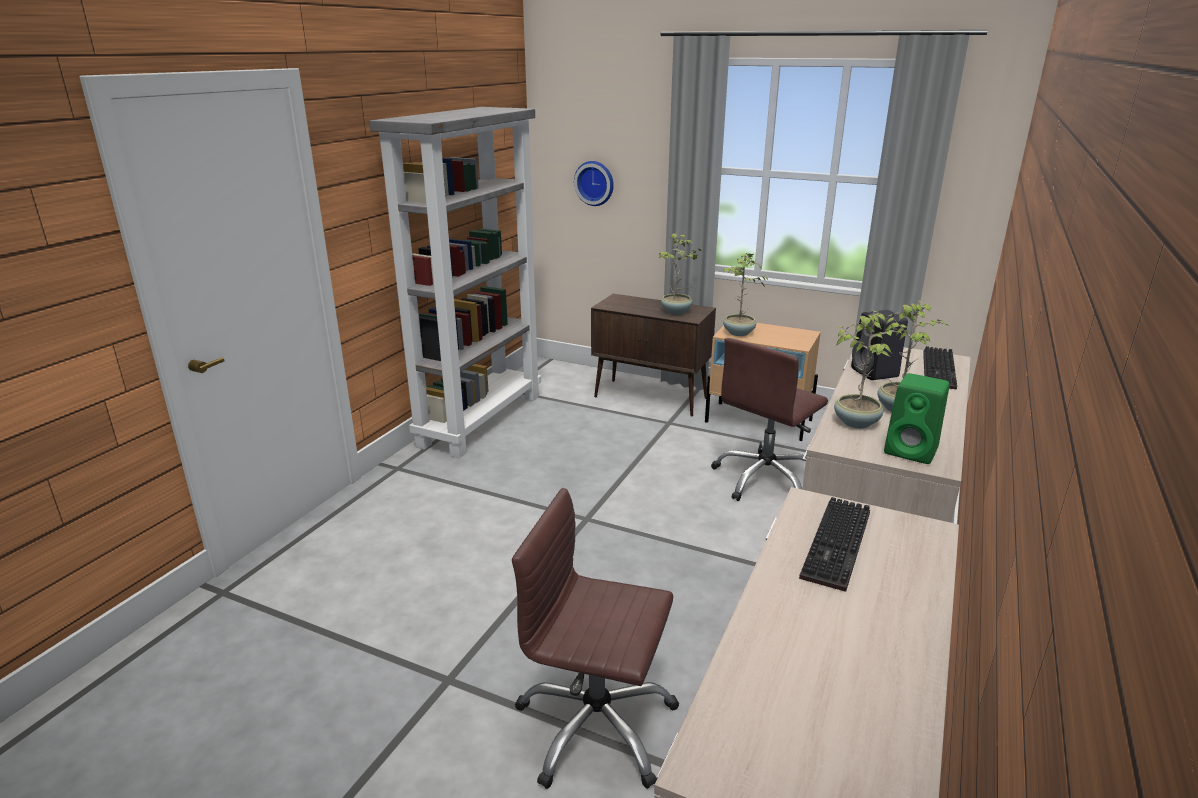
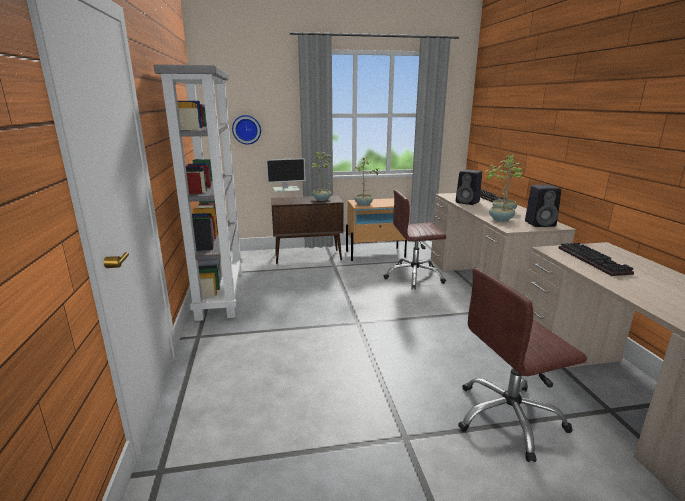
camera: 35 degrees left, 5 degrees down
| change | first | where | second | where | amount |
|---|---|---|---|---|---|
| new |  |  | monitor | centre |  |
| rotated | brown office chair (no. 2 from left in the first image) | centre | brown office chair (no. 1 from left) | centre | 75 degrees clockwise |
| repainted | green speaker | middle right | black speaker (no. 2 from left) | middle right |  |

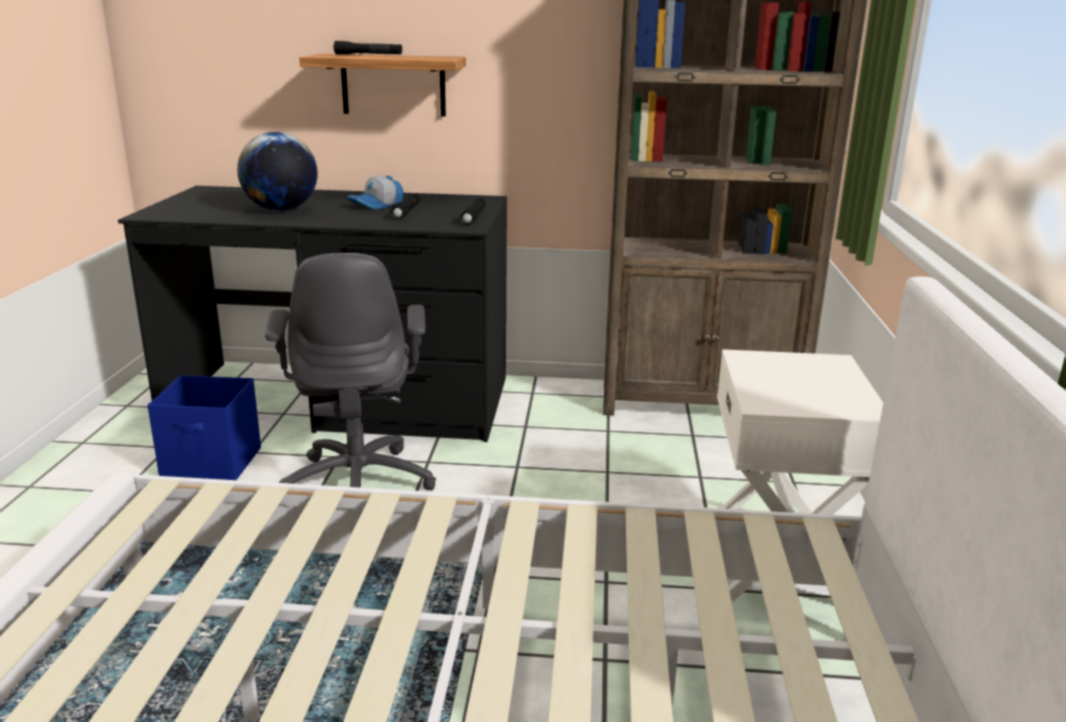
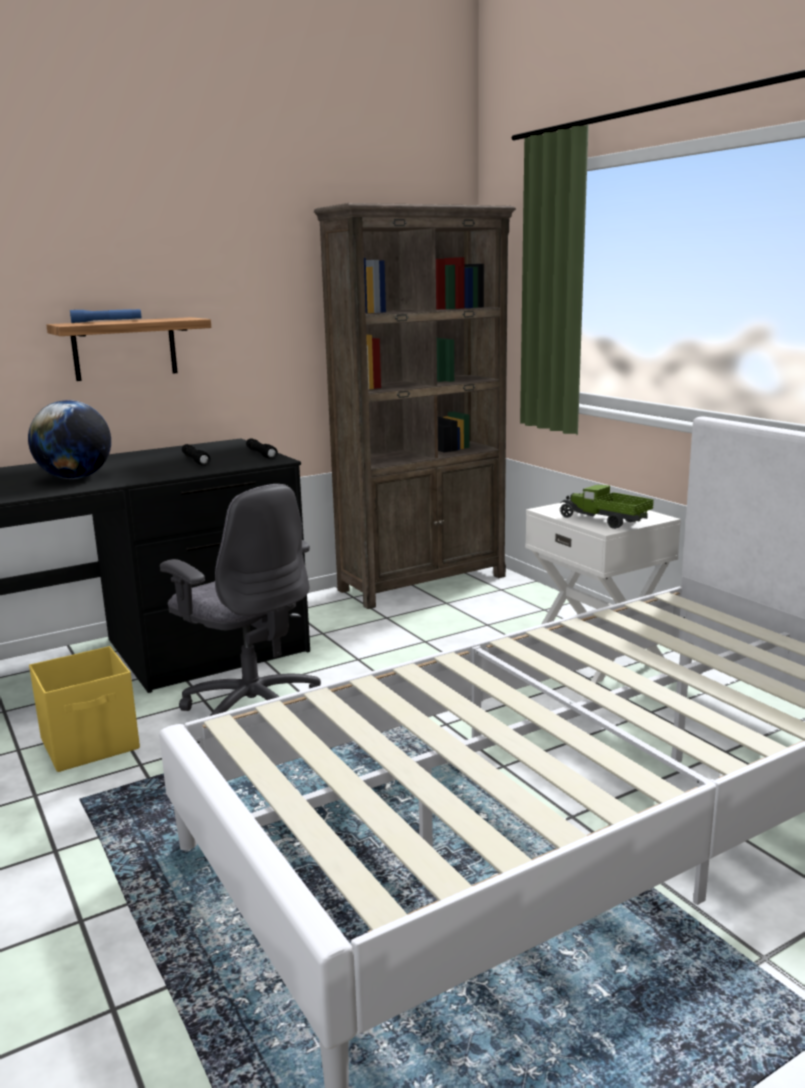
camera: 35 degrees left, 5 degrees down
| change | first | where | second | where | amount |
|---|---|---|---|---|---|
| repainted | blue storage box | middle left | yellow storage box | middle left |  |
| repainted | black flashlight (no. 1 from left) | top centre | blue flashlight | top left |  |
| new |  |  | toy truck | middle right |  |
| gone | cap | top centre |  |  |  |

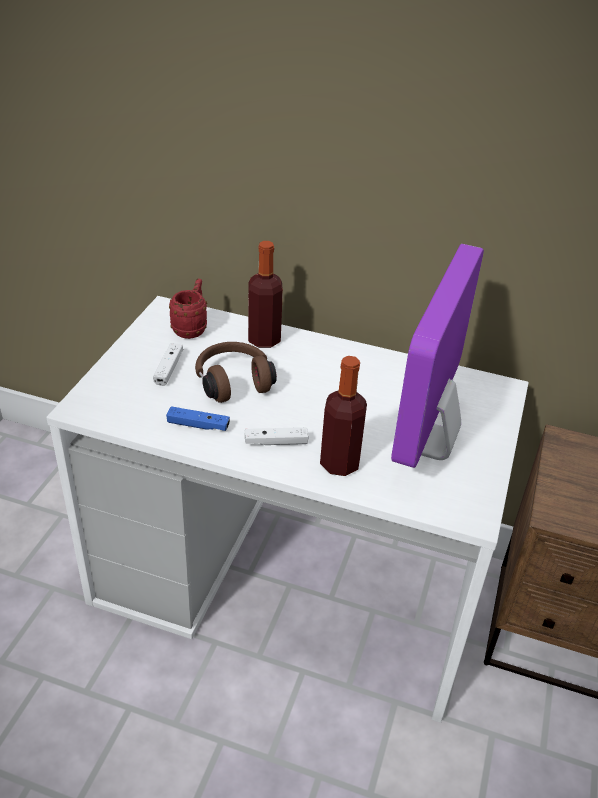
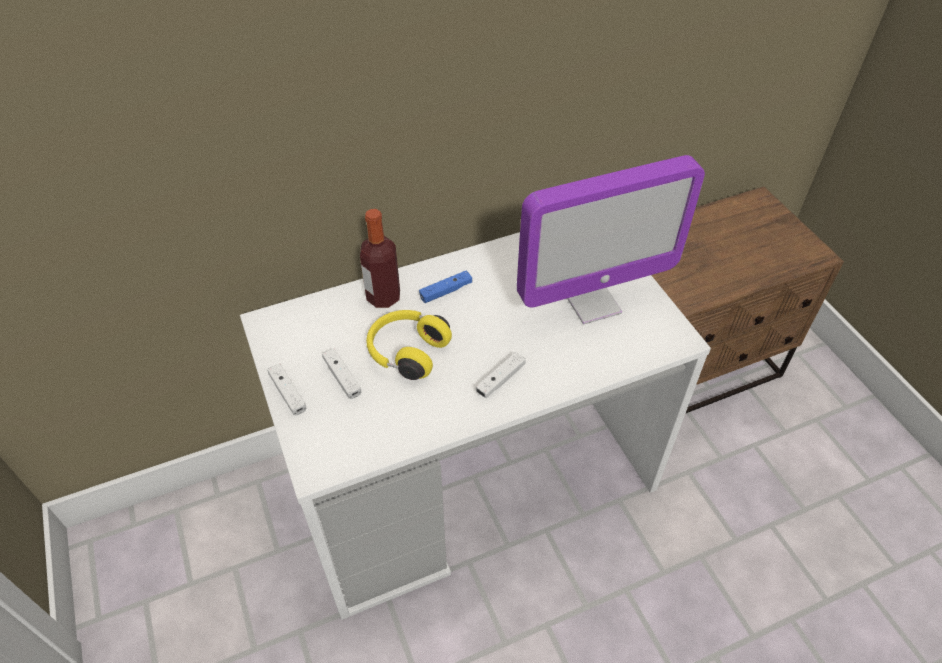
camera: 40 degrees left, 10 degrees up
| change | first | where | second | where | amount |
|---|---|---|---|---|---|
| new |  |  | white game controller (no. 1 from left) | middle left |  |
| repainted | brown headphones | centre | yellow headphones | centre |  |
| shifted | blue game controller | middle left |  | centre |  |
| rotated | monitor | middle right |  | centre | 90 degrees counterclockwise |
| gone | red mug | middle left |  |  |  |
| gone | bottle (no. 2 from left) | centre |  |  |  |

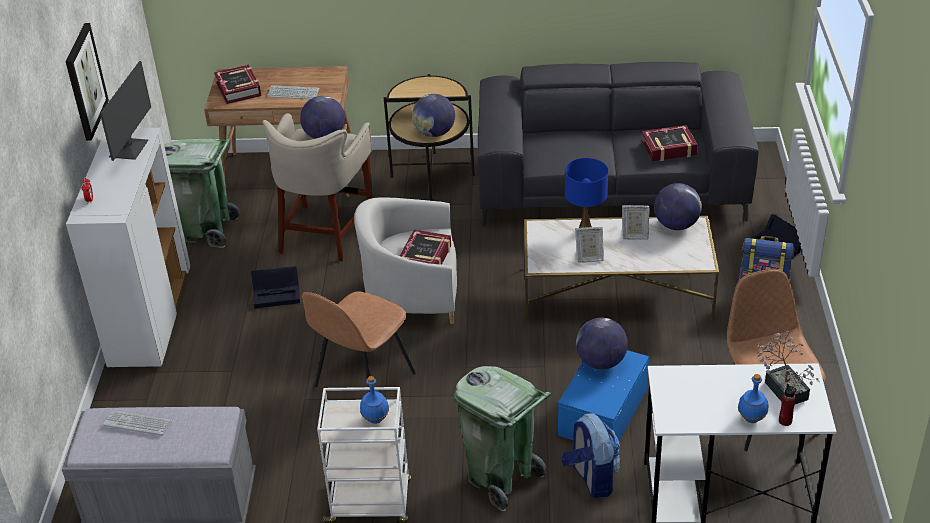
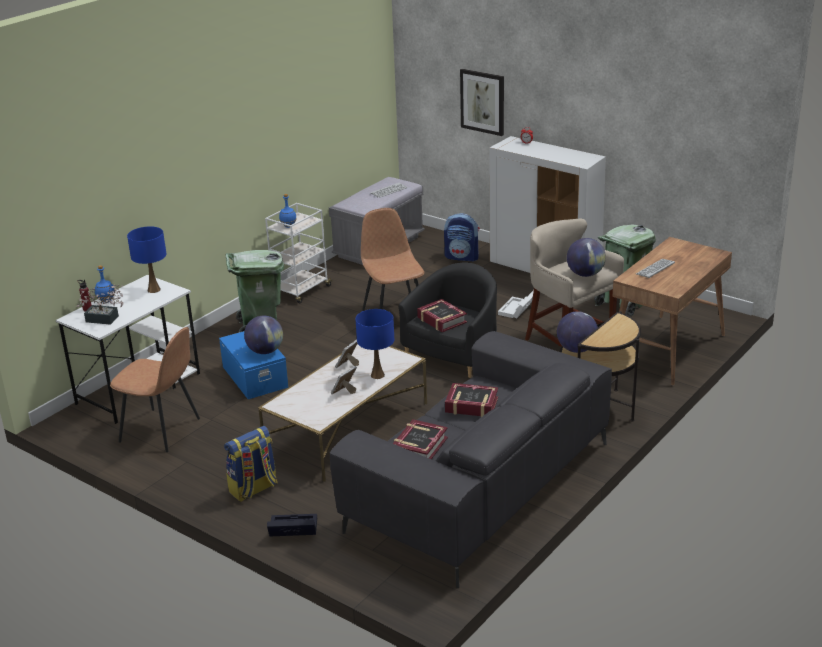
camera: 125 degrees right, 10 degrees down
| change | first | where | second | where | amount |
|---|---|---|---|---|---|
| new |  |  | blue table lamp (no. 1 from left) | middle left |  |
| repainted | white armchair | centre | black armchair | centre |  |
| shifted | backpack (no. 1 from left in the first image) | bottom centre | backpack (no. 2 from left) | centre |  |
| shifted | book (no. 1 from left in the first image) | top left | book (no. 3 from left) | centre |  |
| shifted | picture | top left |  | top centre |  |
| repainted | black storage box (no. 1 from left) | middle left | white storage box | centre |  |
| gone | monitor | top left |  |  |  |
| gone | globe (no. 4 from left) | middle right |  |  |  |

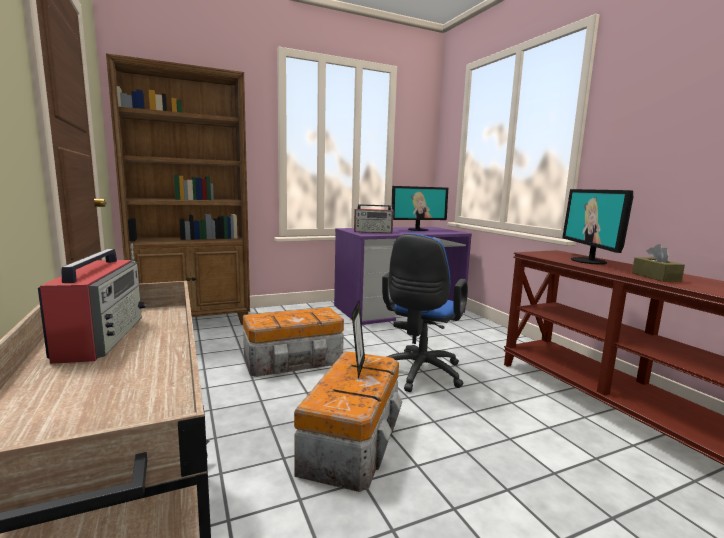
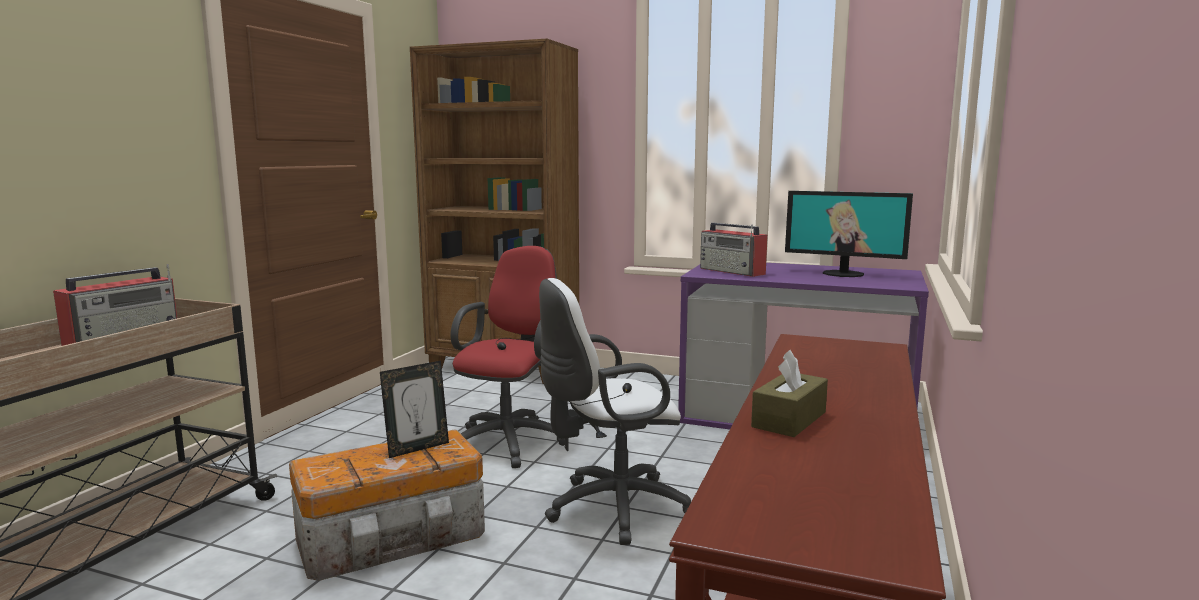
camera: 45 degrees right, 0 degrees up
| change | first | where | second | where | amount |
|---|---|---|---|---|---|
| swapped | storage box (no. 1 from left) | centre | red office chair | centre |  |
| repainted | blue office chair | centre | white office chair | bottom centre |  |
| gone | monitor (no. 2 from left) | middle right |  |  |  |

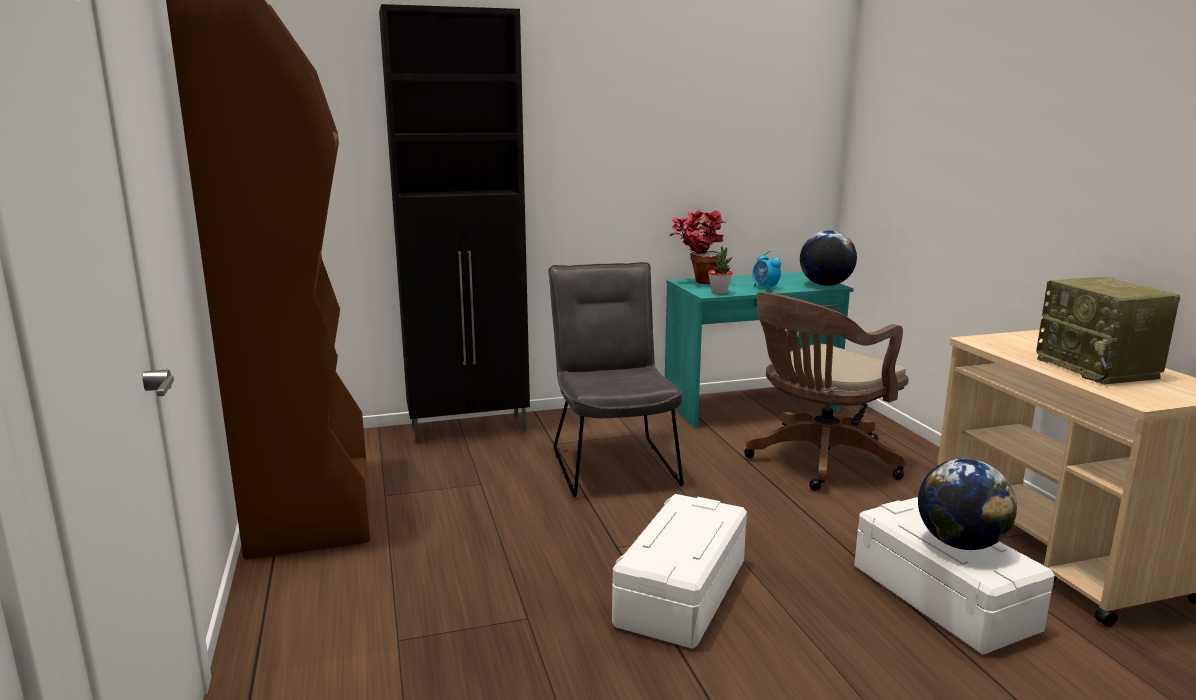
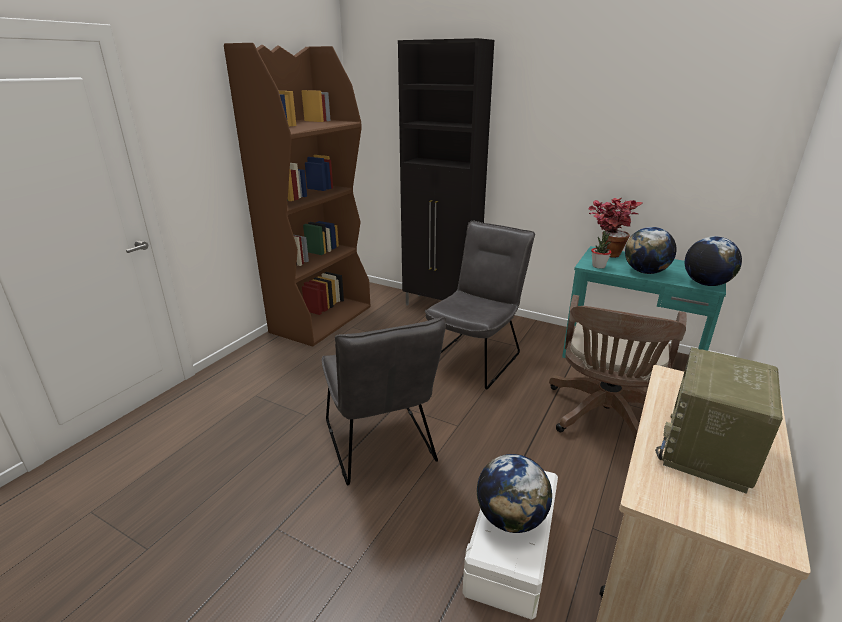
camera: 45 degrees right, 10 degrees up
| change | first | where | second | where | amount |
|---|---|---|---|---|---|
| swapped | white storage box (no. 1 from left) | bottom centre | grey chair (no. 1 from left) | centre |  |
| rotated | brown office chair | middle right |  | middle right | 75 degrees counterclockwise |
| swapped | alarm clock | centre | globe (no. 2 from left) | middle right |  |

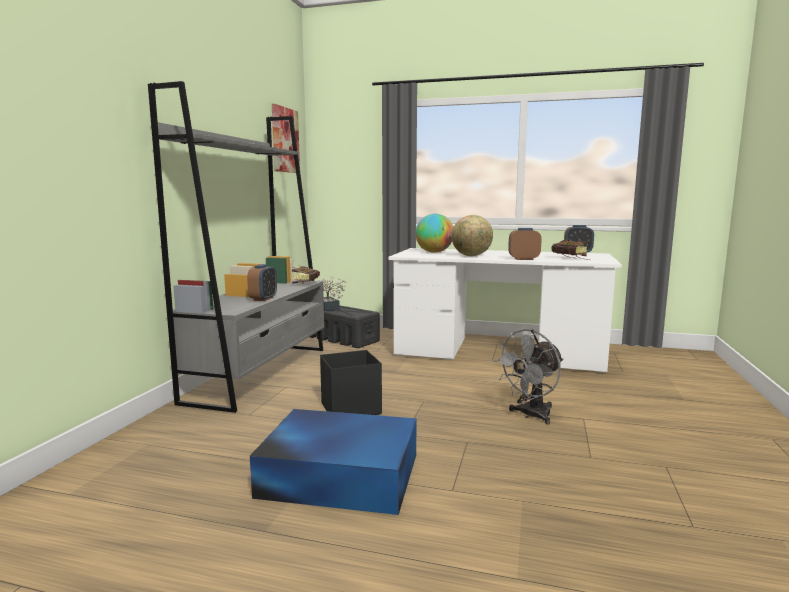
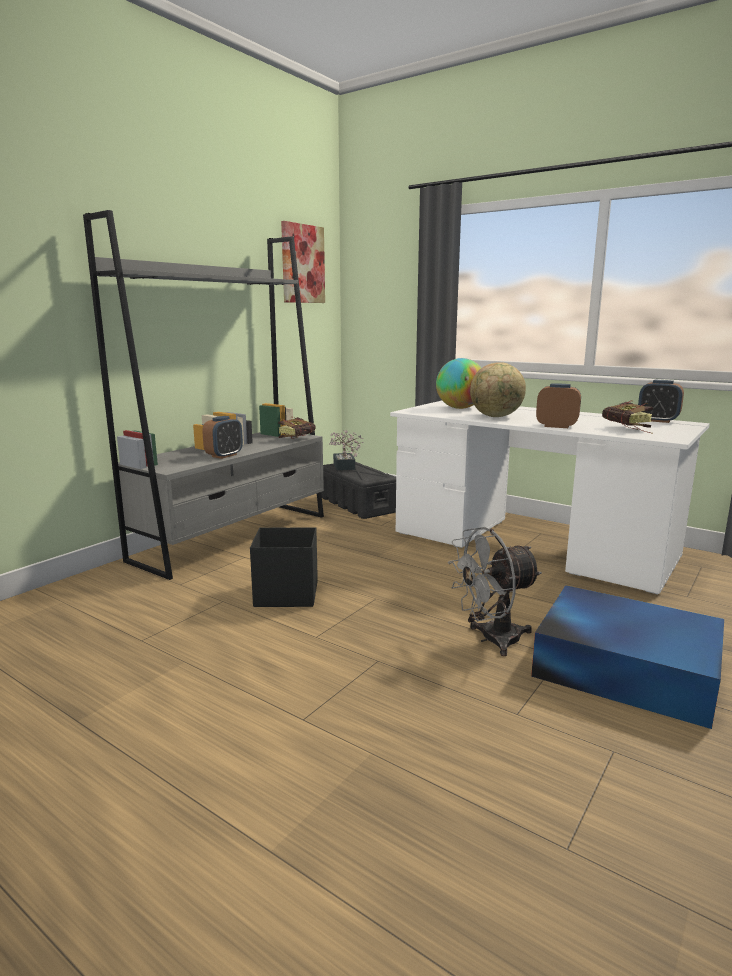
camera: 20 degrees right, 5 degrees up
| change | first | where | second | where | amount |
|---|---|---|---|---|---|
| shifted | blue storage box | bottom centre |  | bottom right |  |

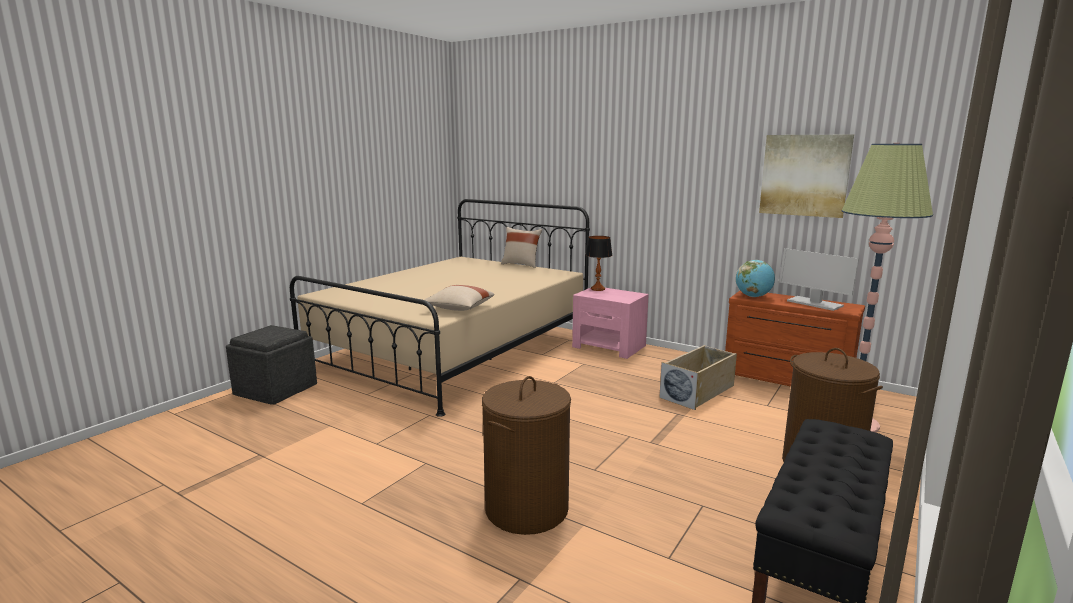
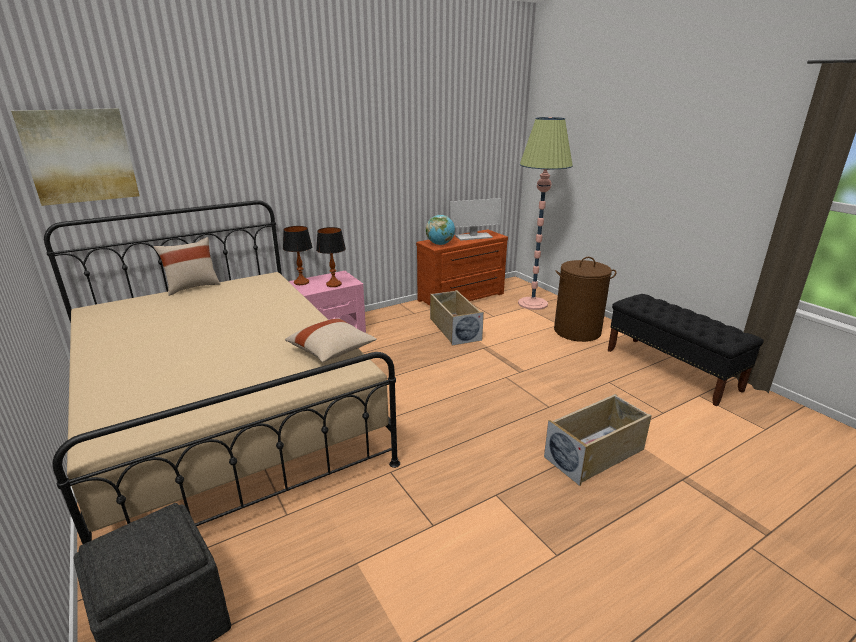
camera: 65 degrees left, 10 degrees up
| change | first | where | second | where | amount |
|---|---|---|---|---|---|
| shifted | picture | top right |  | top left |  |
| new |  |  | table lamp (no. 2 from left) | centre |  |
| swapped | brown laundry basket (no. 1 from left) | bottom centre | beige storage box (no. 2 from left) | bottom right |  |

